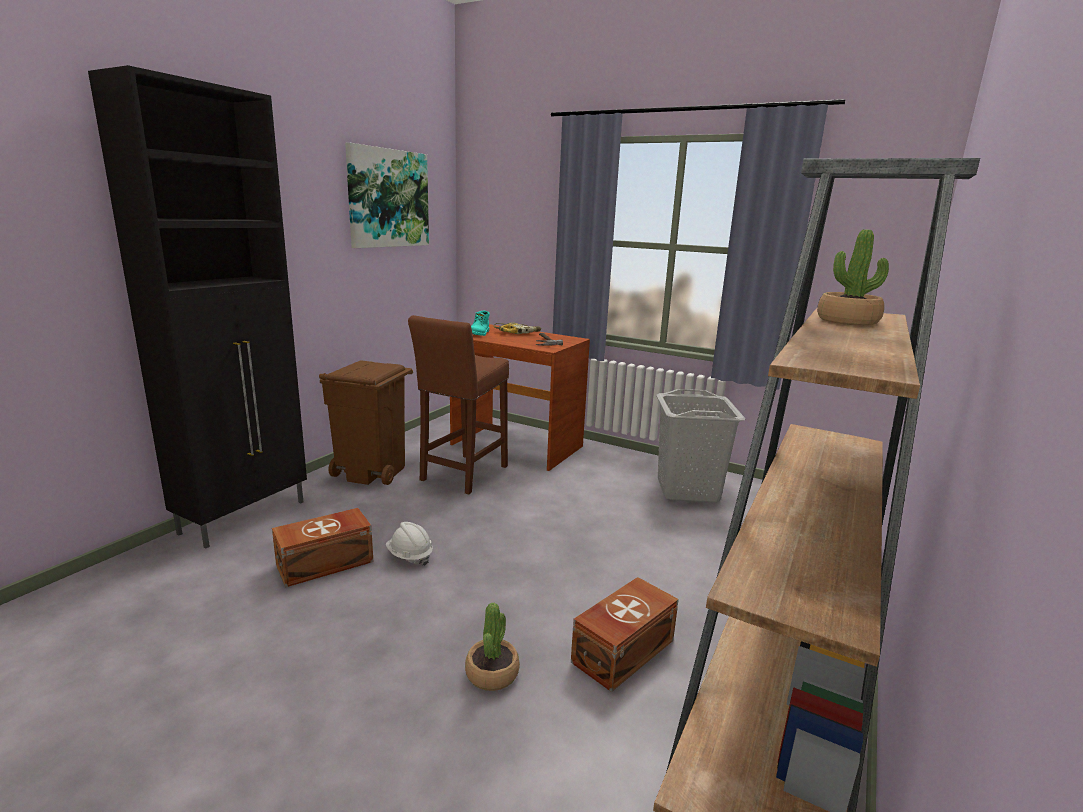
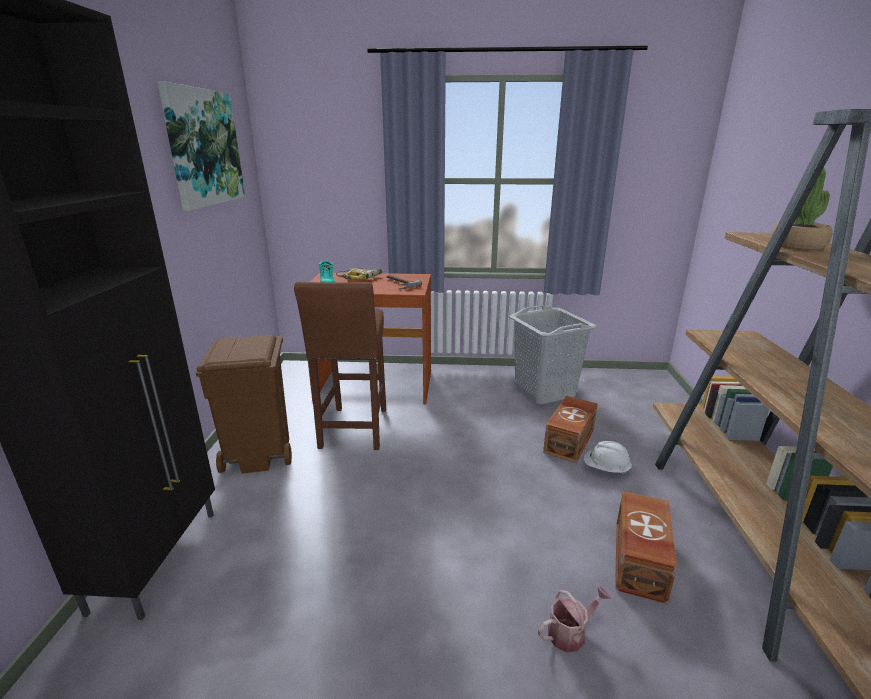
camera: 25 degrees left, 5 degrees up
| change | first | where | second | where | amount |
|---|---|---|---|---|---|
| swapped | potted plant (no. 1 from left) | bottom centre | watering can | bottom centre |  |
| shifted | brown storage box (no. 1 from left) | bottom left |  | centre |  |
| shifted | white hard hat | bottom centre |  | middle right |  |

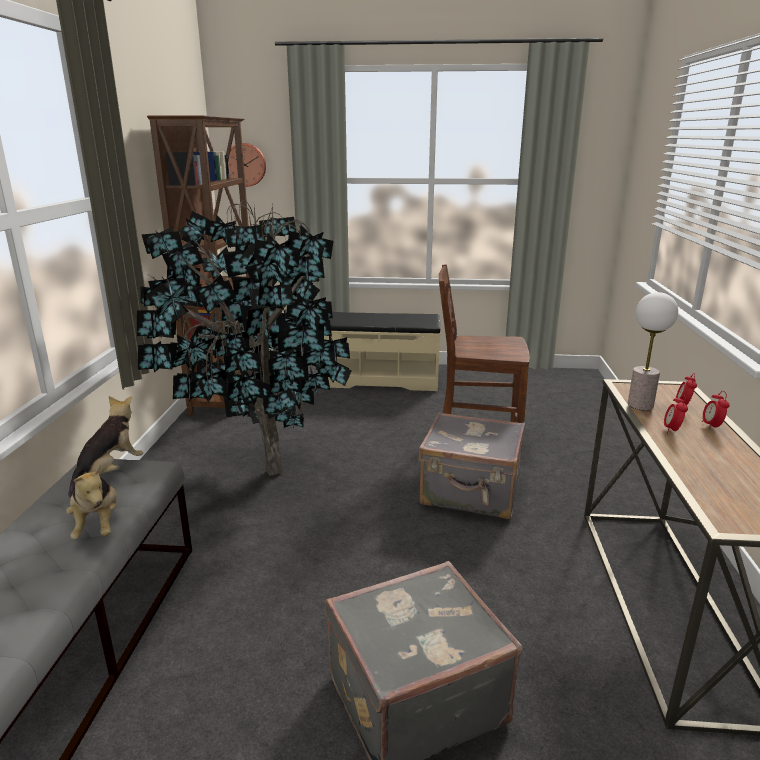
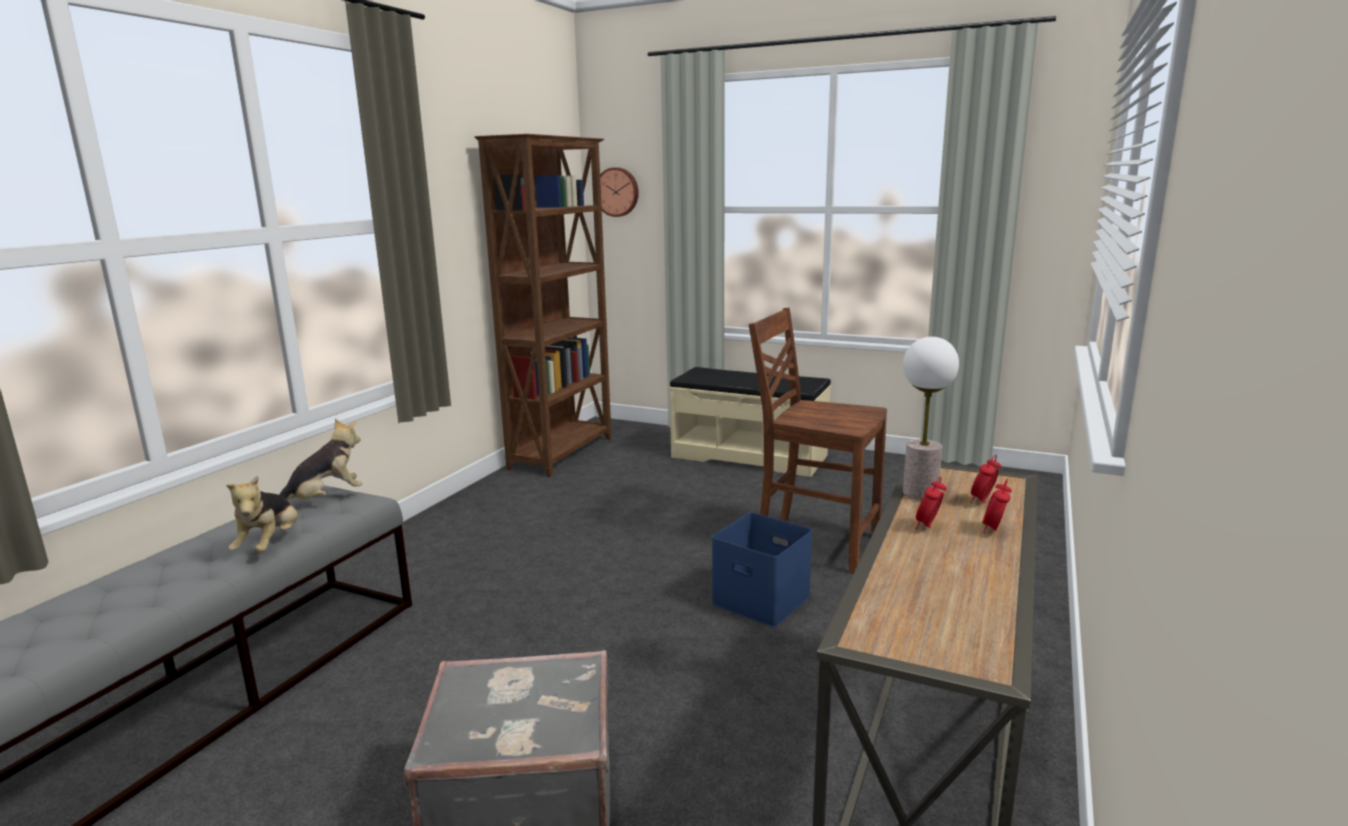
camera: 20 degrees right, 5 degrees down
| change | first | where | second | where | amount |
|---|---|---|---|---|---|
| swapped | grey suitcase (no. 2 from left) | centre | blue storage box | bottom centre |  |
| gone | potted plant | middle left |  |  |  |

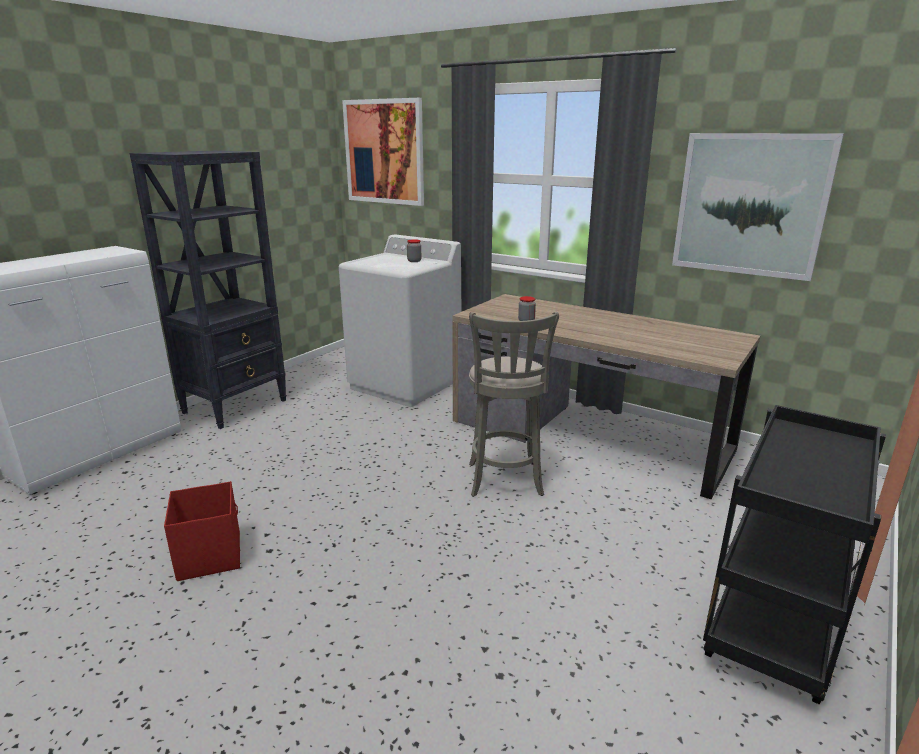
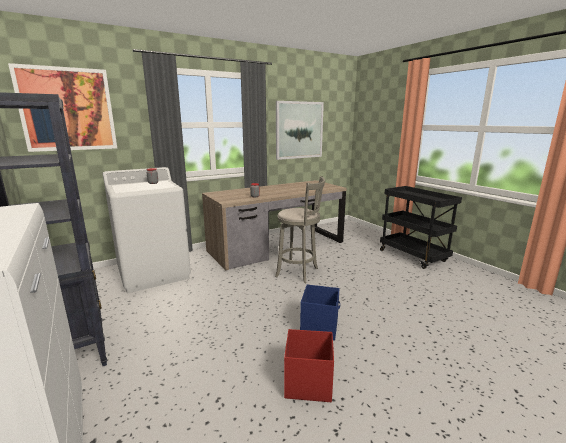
camera: 65 degrees left, 5 degrees down
| change | first | where | second | where | amount |
|---|---|---|---|---|---|
| new |  |  | blue storage box | bottom centre |  |

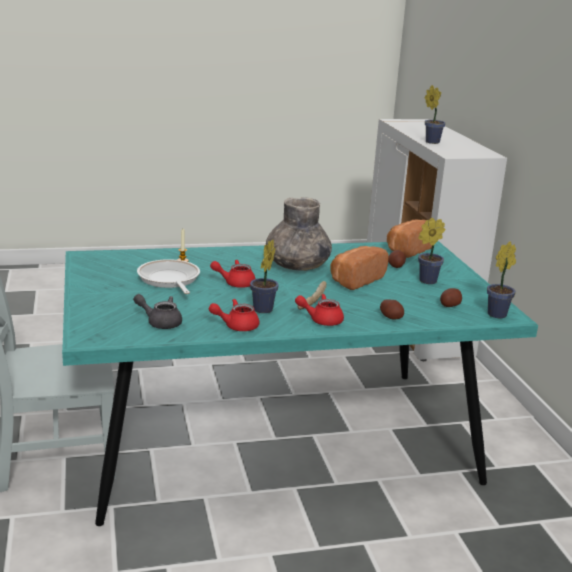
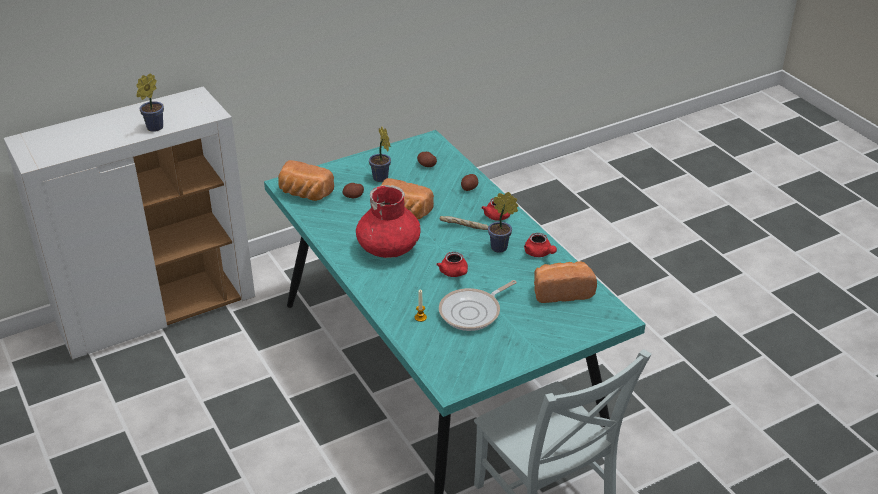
camera: 105 degrees left, 15 degrees up
| change | first | where | second | where | amount |
|---|---|---|---|---|---|
| repainted | grey vase | centre | red vase | centre |  |
| swapped | grey teapot | middle left | bread (no. 4 from left) | centre |  |
| gone | potted plant (no. 4 from left) | middle right |  |  |  |

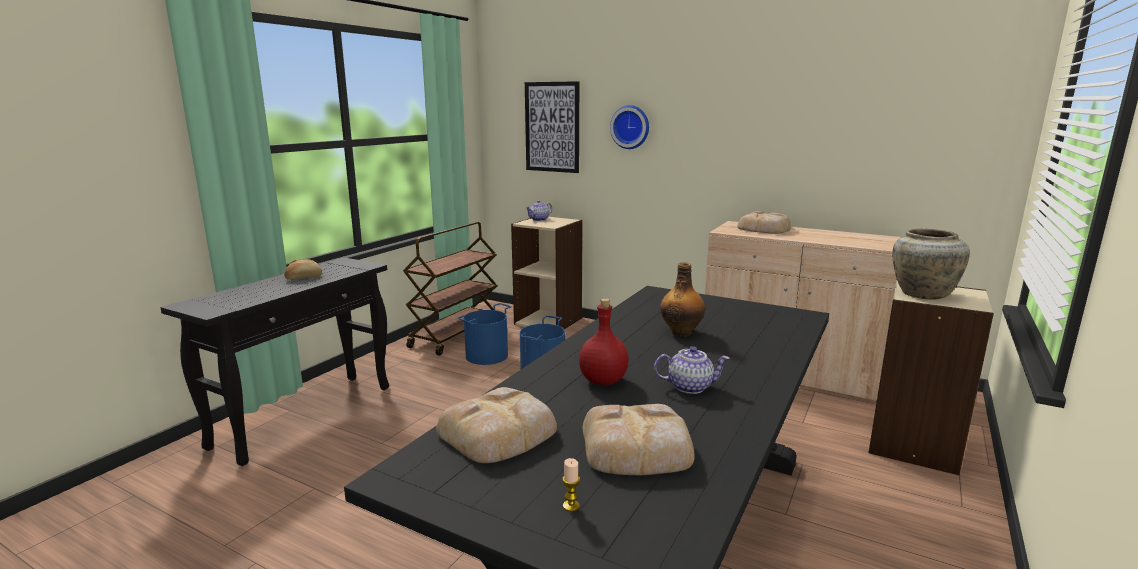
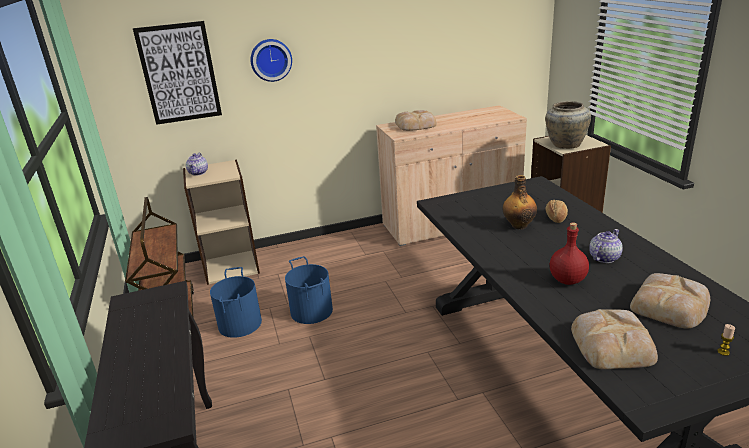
camera: 45 degrees left, 10 degrees up
| change | first | where | second | where | amount |
|---|---|---|---|---|---|
| shifted | bread (no. 1 from left in the first image) | middle left | bread (no. 2 from left) | middle right |  |

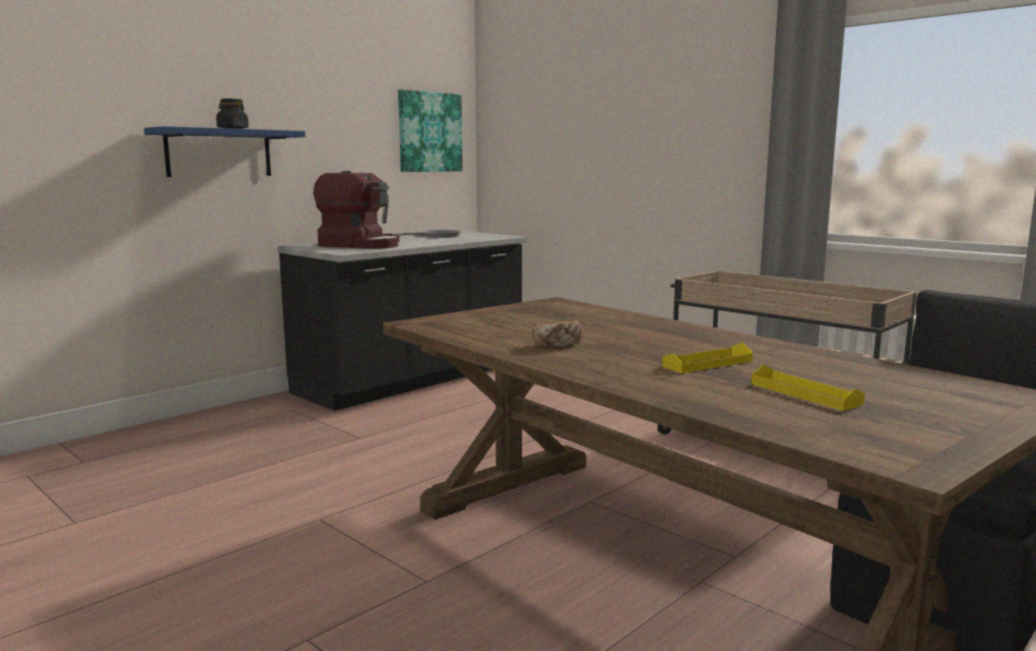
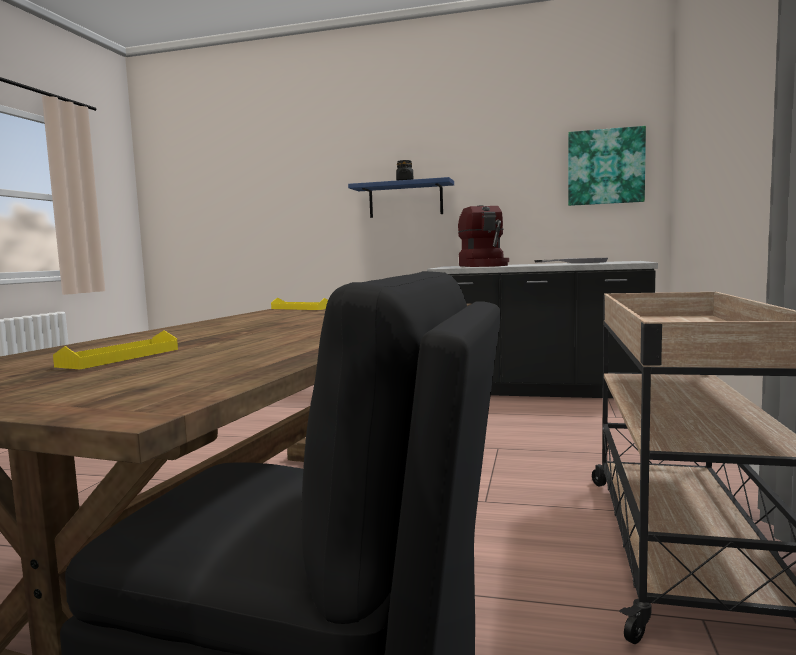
camera: 60 degrees right, 5 degrees down
| change | first | where | second | where | amount |
|---|---|---|---|---|---|
| shifted | yellow tray (no. 1 from left in the first image) | middle right | yellow tray (no. 2 from left) | centre |  |
| gone | bread | centre |  |  |  |

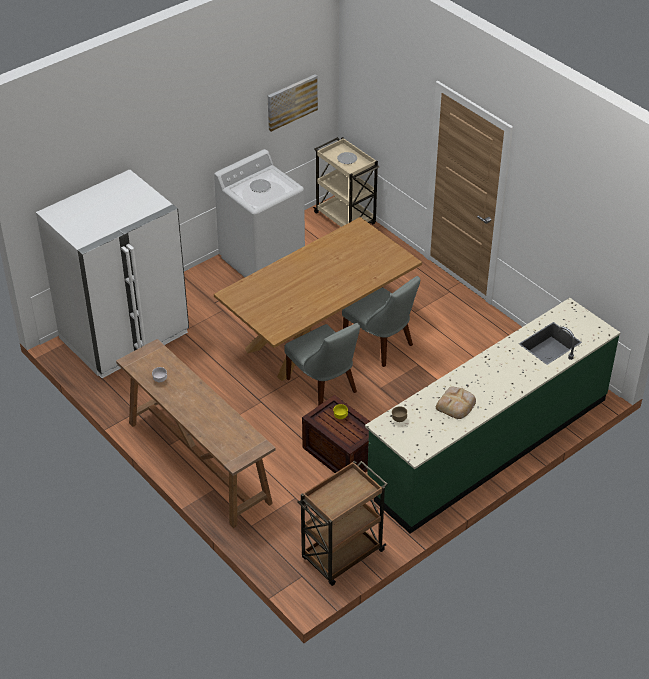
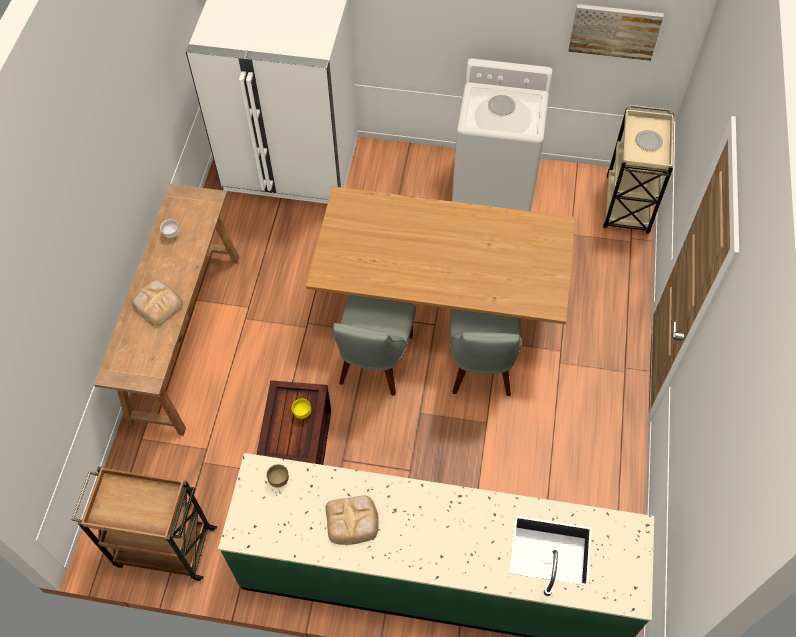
camera: 50 degrees right, 15 degrees up
| change | first | where | second | where | amount |
|---|---|---|---|---|---|
| new |  |  | bread (no. 1 from left) | middle left |  |

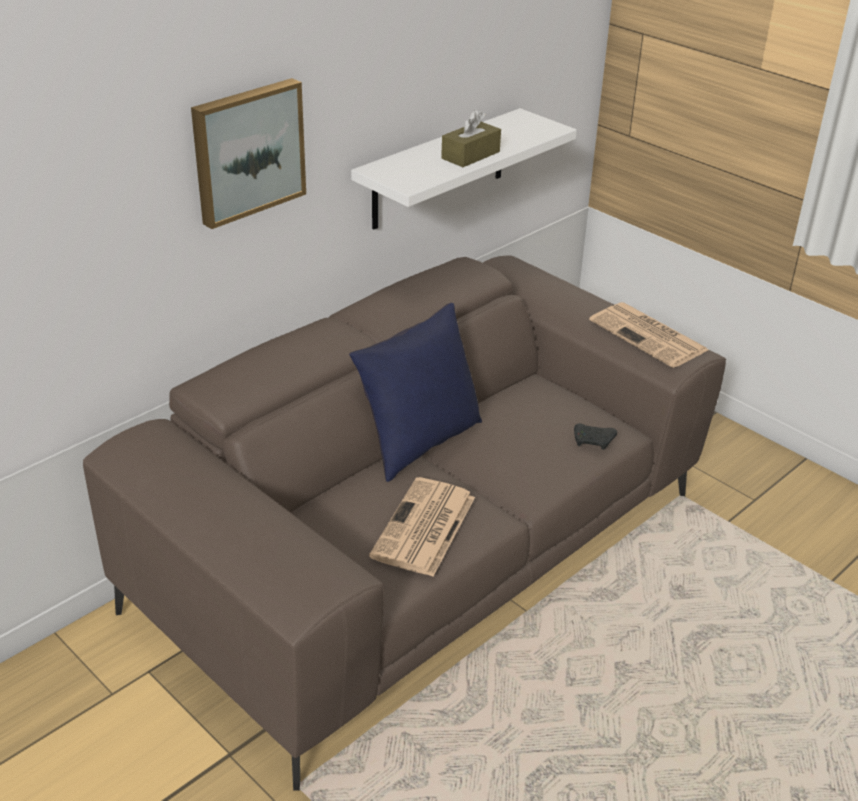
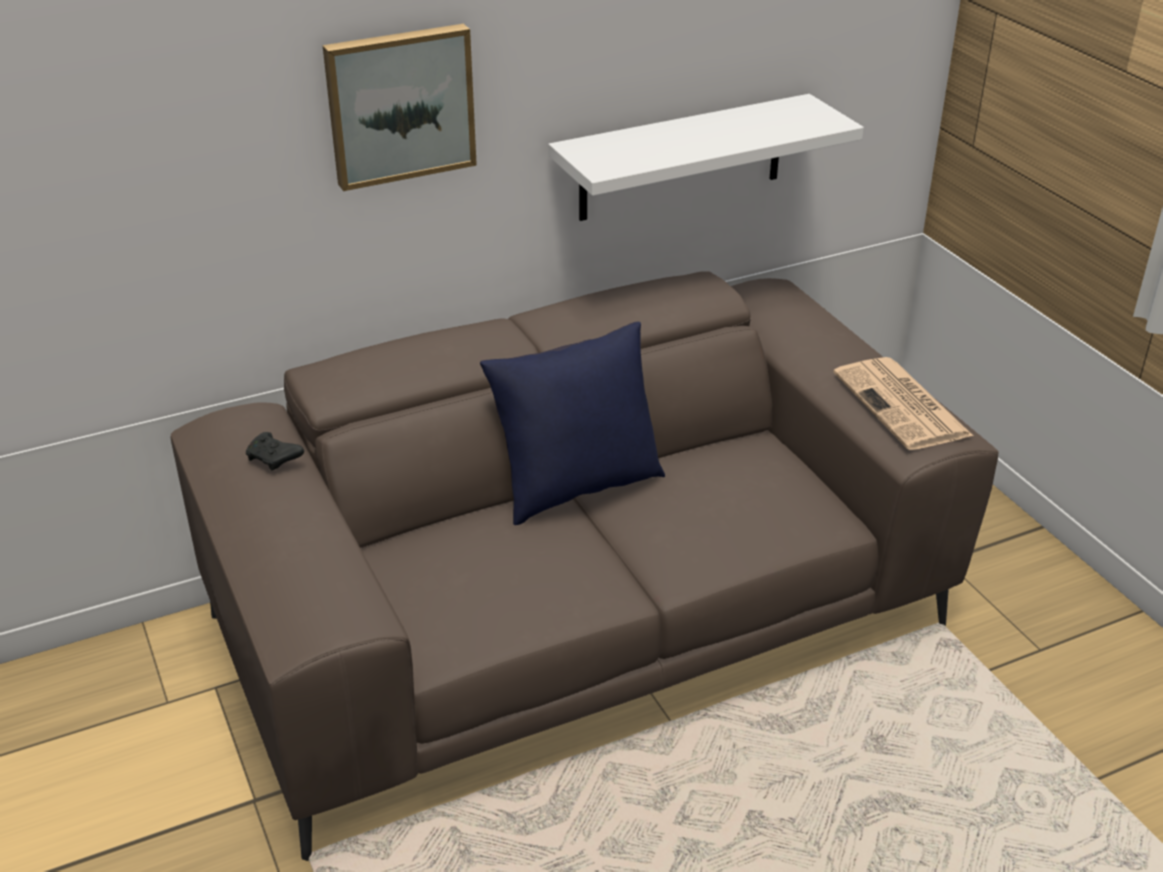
camera: 20 degrees right, 0 degrees up
| change | first | where | second | where | amount |
|---|---|---|---|---|---|
| shifted | black game controller | middle right |  | middle left |  |
| gone | newspaper (no. 1 from left) | centre |  |  |  |
| gone | brown tissue box | top centre |  |  |  |

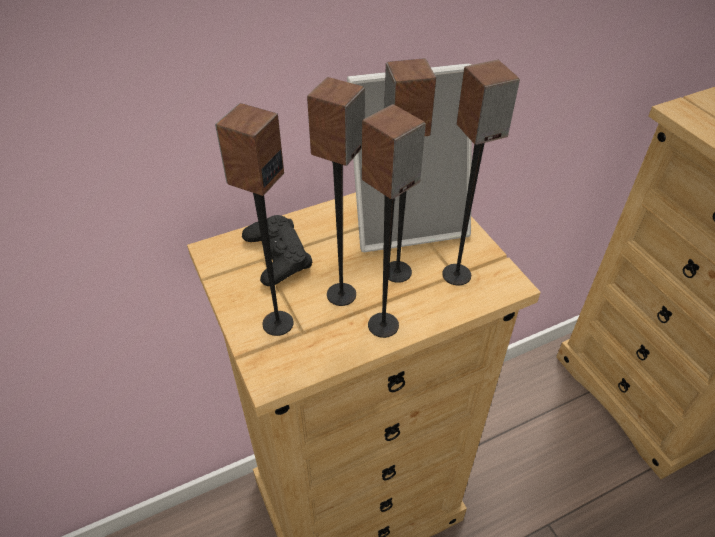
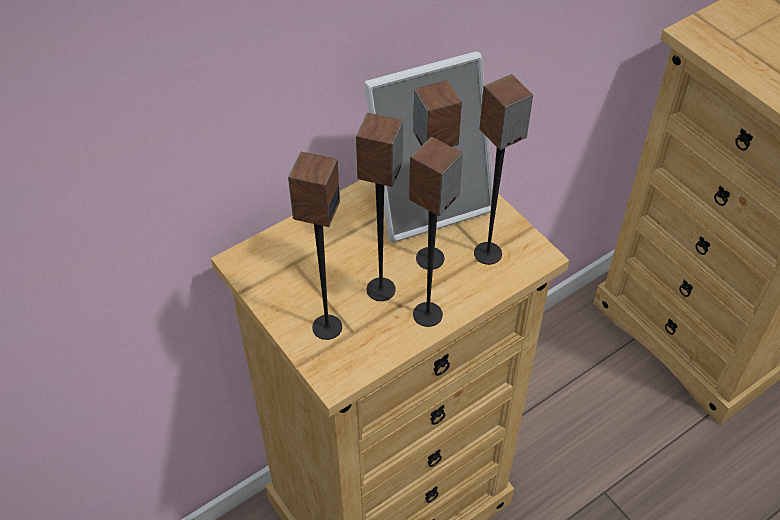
camera: 10 degrees left, 5 degrees up
| change | first | where | second | where | amount |
|---|---|---|---|---|---|
| gone | black game controller | centre |  |  |  |

